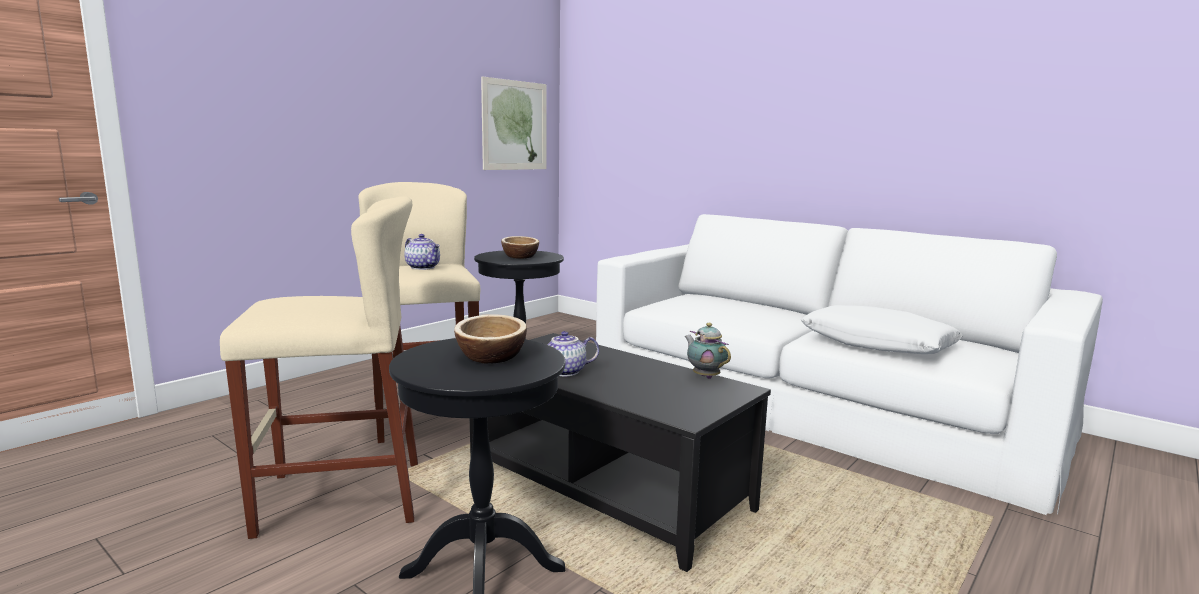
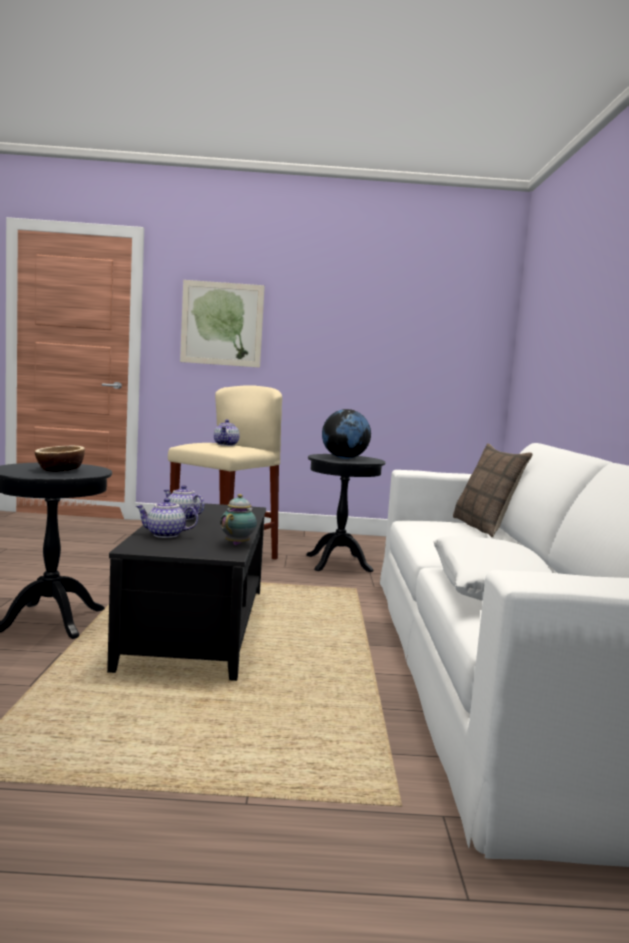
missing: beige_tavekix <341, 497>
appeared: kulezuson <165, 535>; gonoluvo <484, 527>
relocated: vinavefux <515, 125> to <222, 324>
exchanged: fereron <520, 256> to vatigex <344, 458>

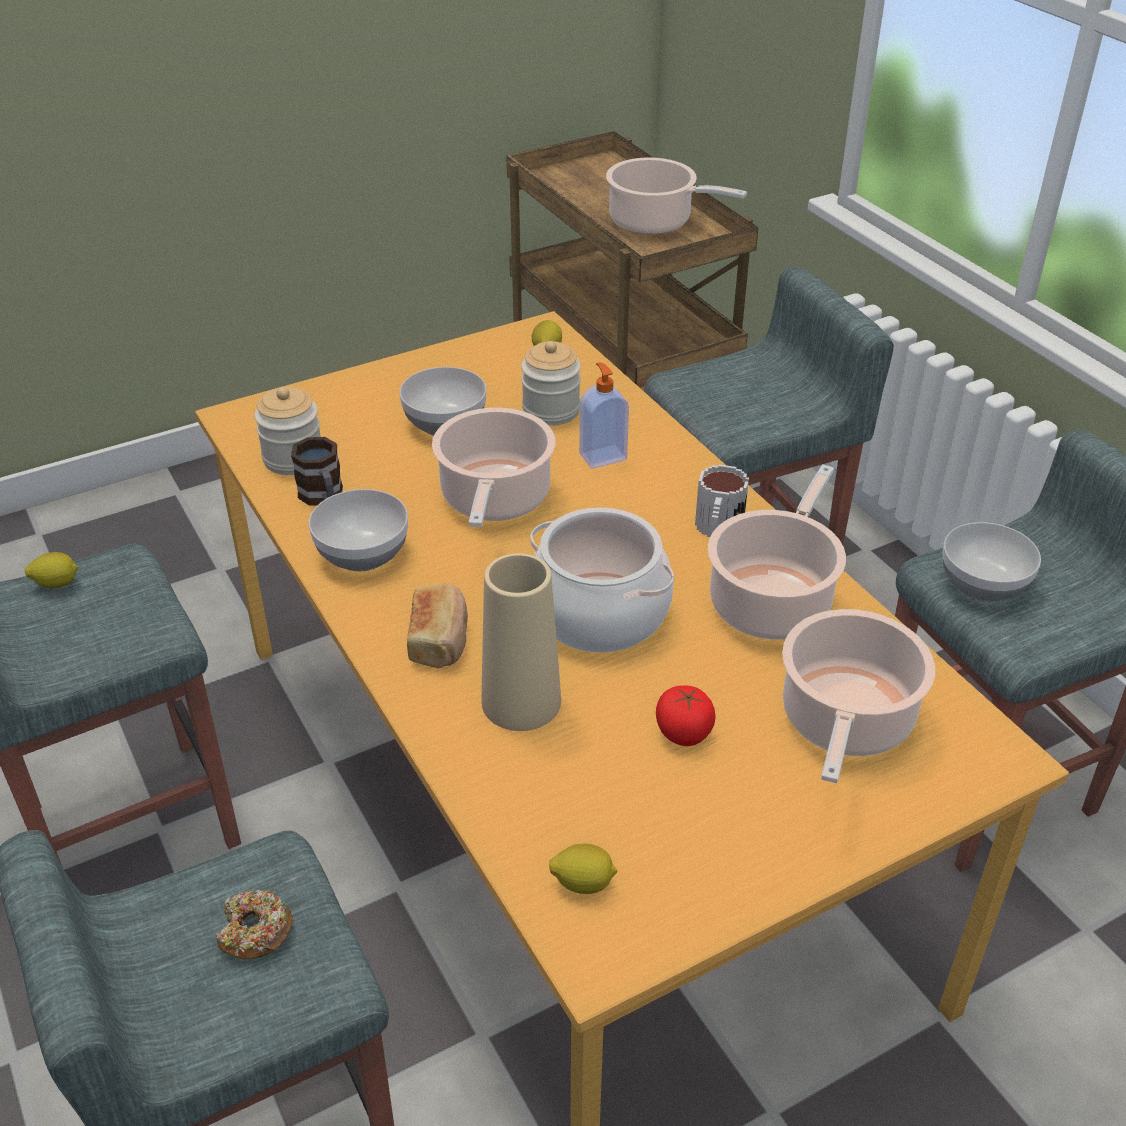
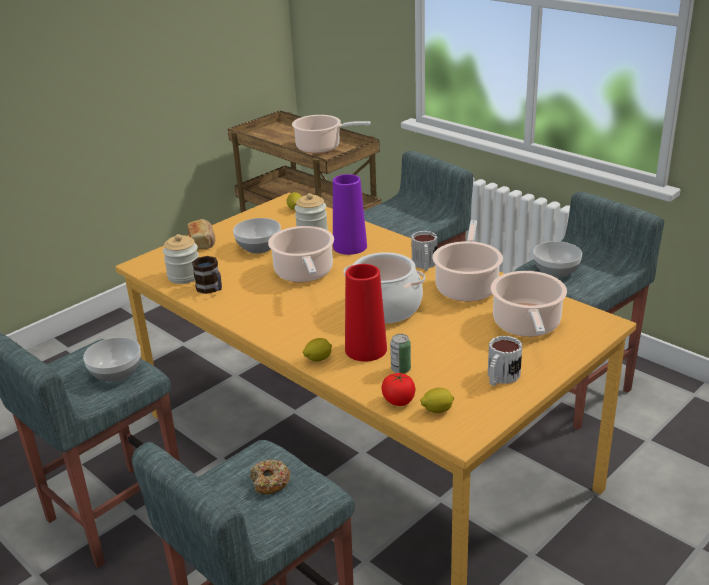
appeared: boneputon <400, 369>; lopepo <500, 378>
relocated: fereron <361, 553> to <115, 373>; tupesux <440, 639> to <203, 242>; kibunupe <57, 584> to <318, 359>; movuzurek <683, 732> to <398, 400>
exchanged: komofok <602, 456> to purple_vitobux <350, 246>
colour: beige_vitobux <521, 701> to red_vitobux <366, 349>

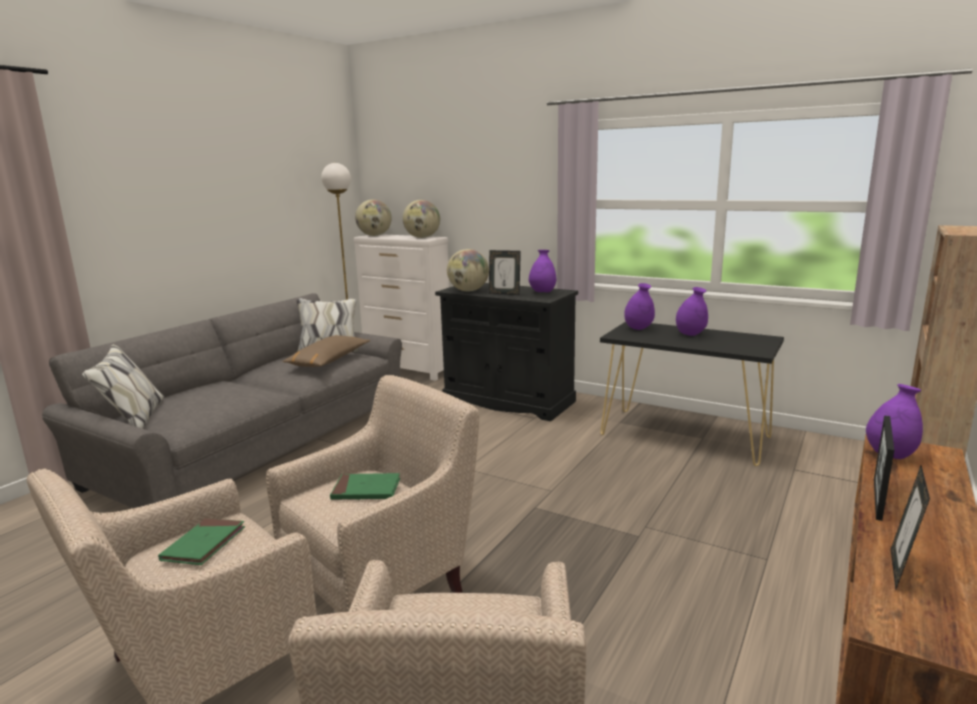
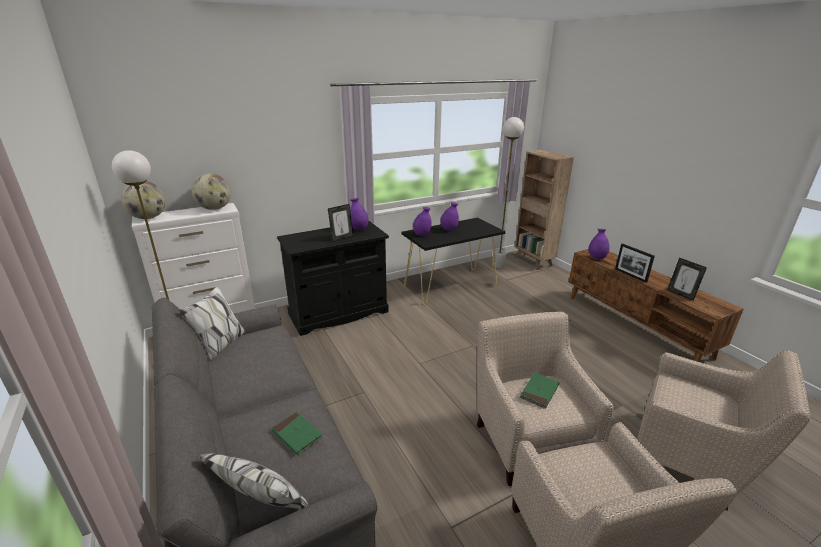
missing: brown_gonoluvo <328, 360>; vatigex <468, 291>
appeared: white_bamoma <498, 265>
relocated: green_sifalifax <204, 544> to <297, 434>

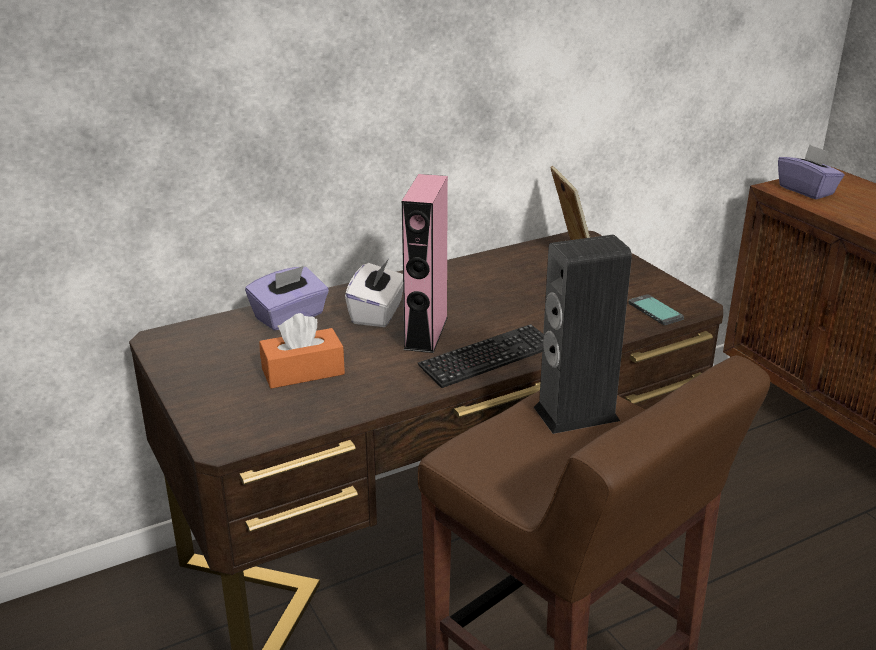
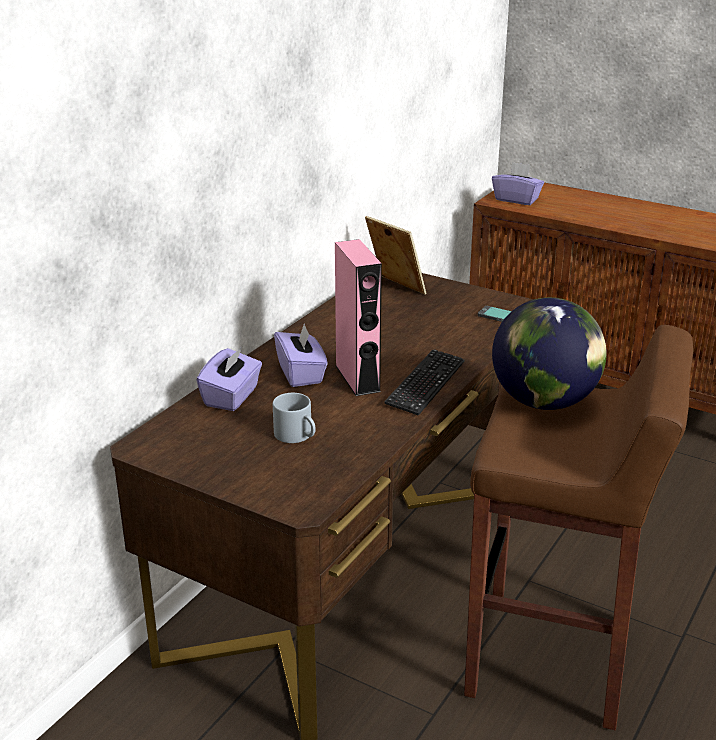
exchanged: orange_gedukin <303, 372> to grey_lopepo <298, 435>; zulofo <576, 414> to vatigex <544, 402>
colour: white_gedukin <378, 313> to purple_gedukin <301, 374>

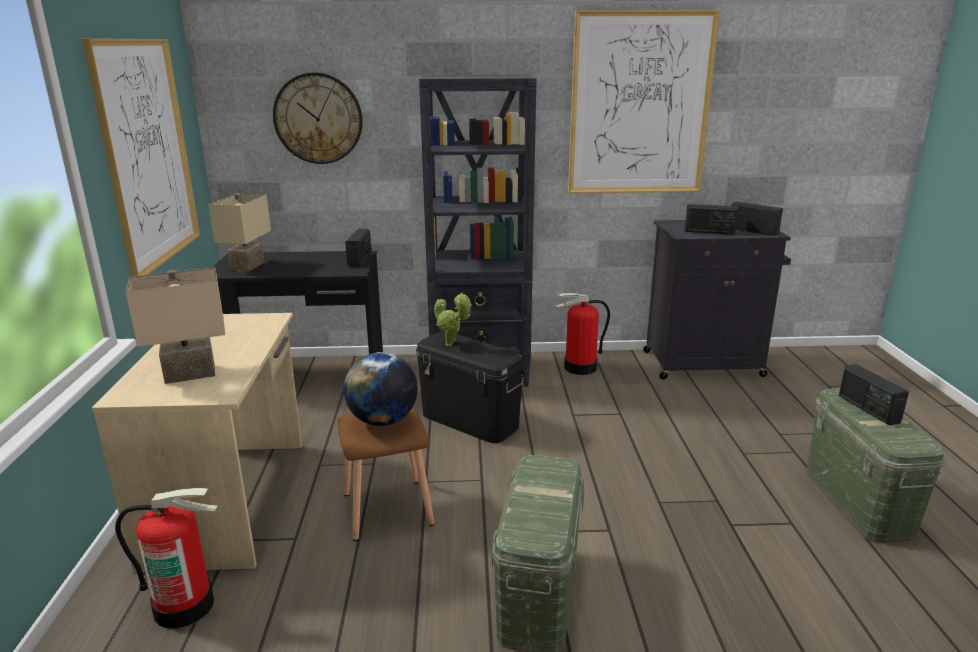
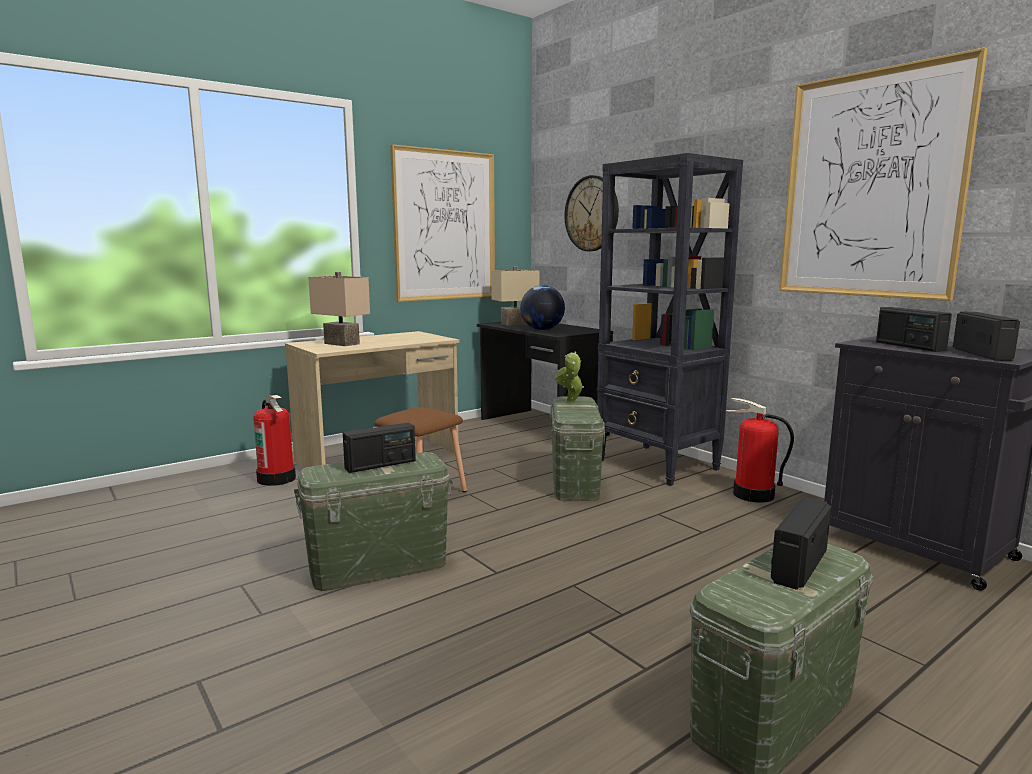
relocated: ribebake <360, 259> to <380, 465>; vatigex <383, 421> to <542, 330>
colour: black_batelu <469, 420> to green_batelu <574, 482>

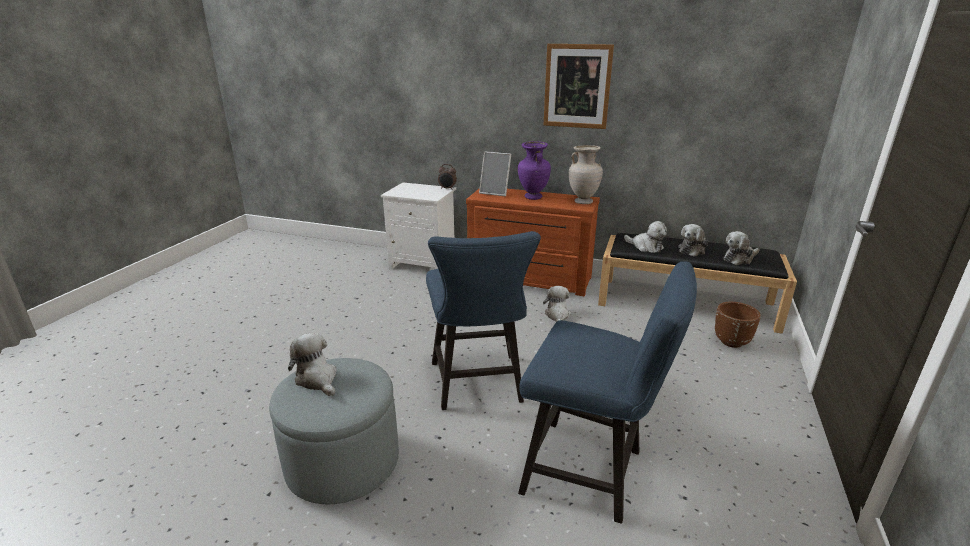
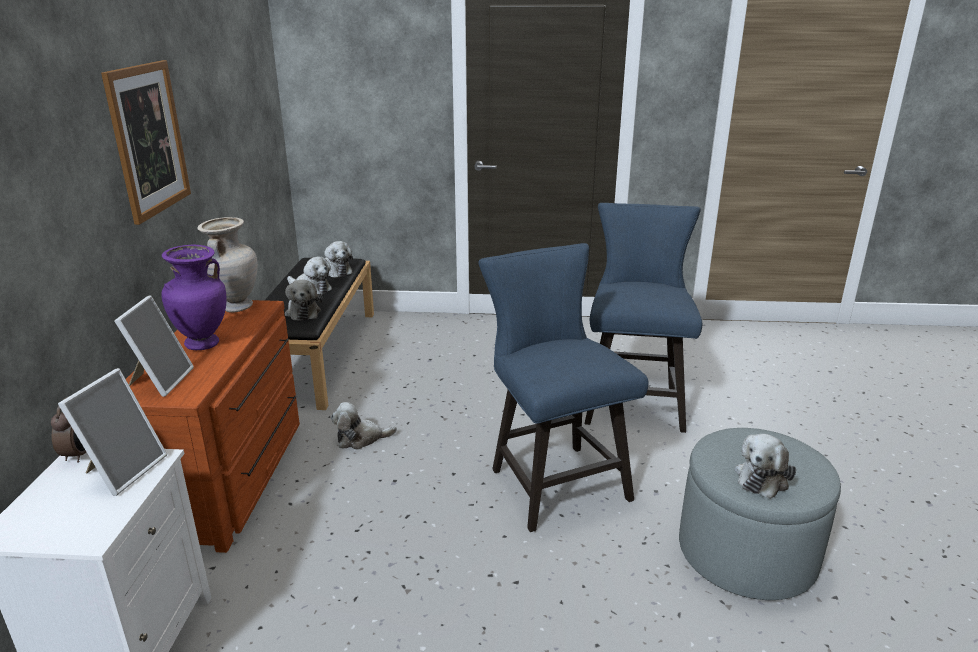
missing: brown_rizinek <731, 342>
appeared: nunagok <123, 470>
spun: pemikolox <646, 247> = <303, 312> 135 degrees clockwise; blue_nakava <478, 386> = <553, 479> 90 degrees counterclockwise

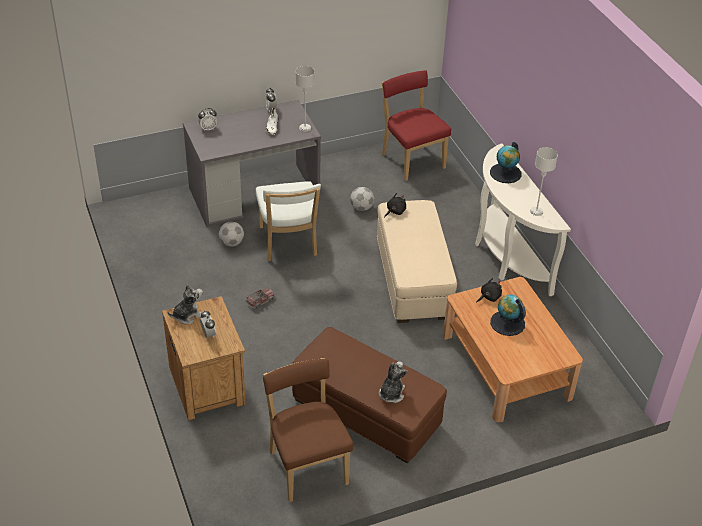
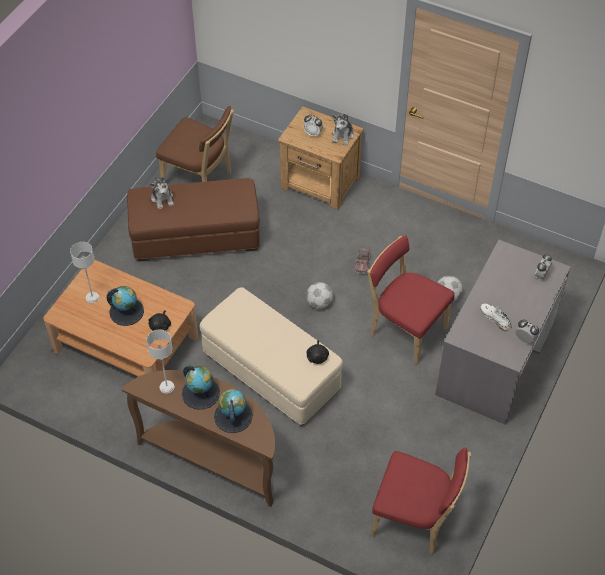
appeared: vatigex <201, 393>
relocated: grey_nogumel <305, 128> to <92, 298>; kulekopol <362, 208> to <319, 303>
colour: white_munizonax <506, 256> to brown_munizonax <213, 458>; white_nakava <288, 243> to red_nakava <405, 329>

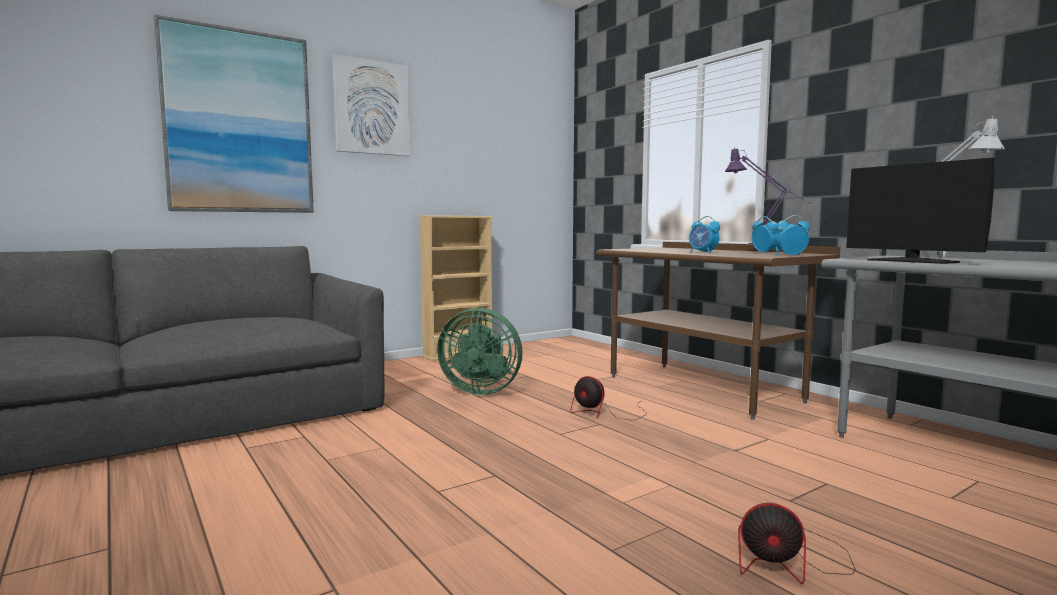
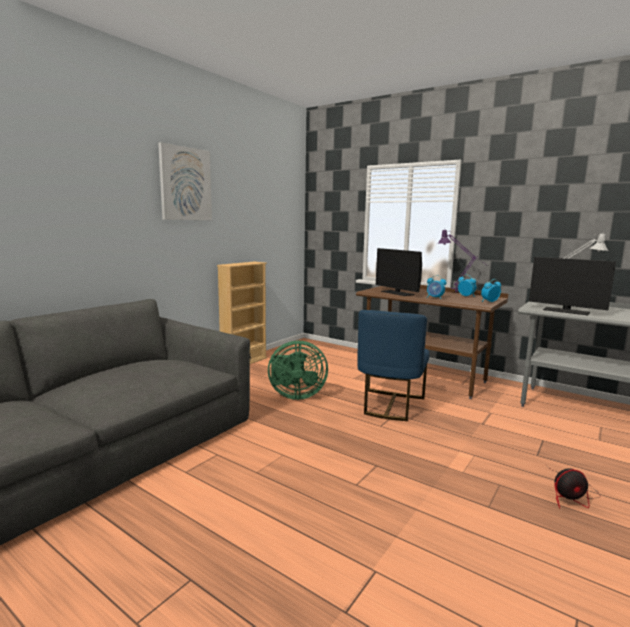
missing: vinavefux <239, 122>
appeared: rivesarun <397, 293>
exchanged: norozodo <605, 413> to blue_nakava <390, 405>

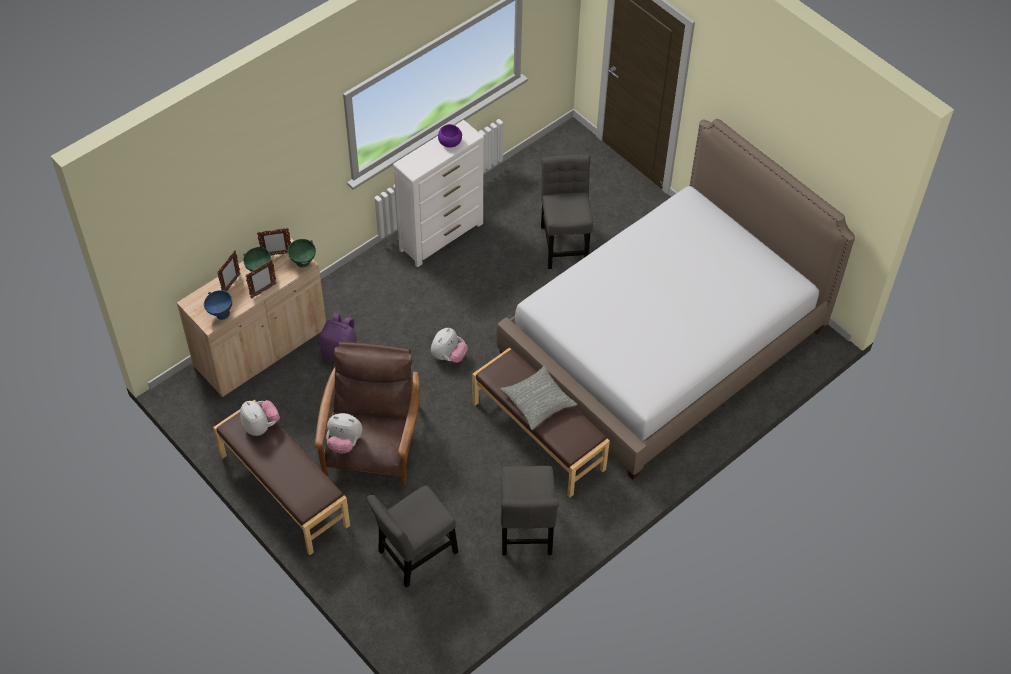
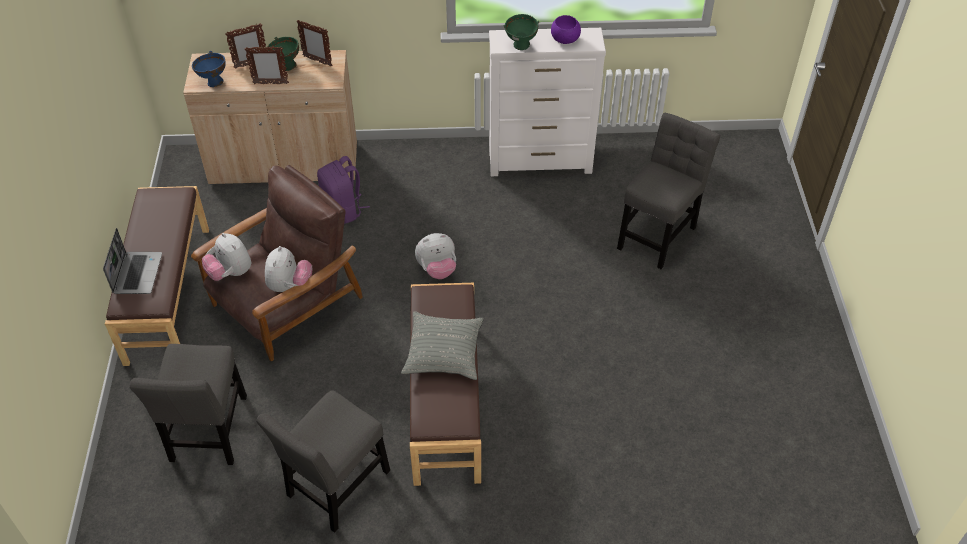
missing: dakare <663, 343>
appeared: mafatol <137, 273>
relocated: pemikolox <261, 426> to <290, 285>; green_fereron <304, 263> to <521, 46>
spun: grey_nakava <414, 555> = <209, 433> 90 degrees counterclockwise

